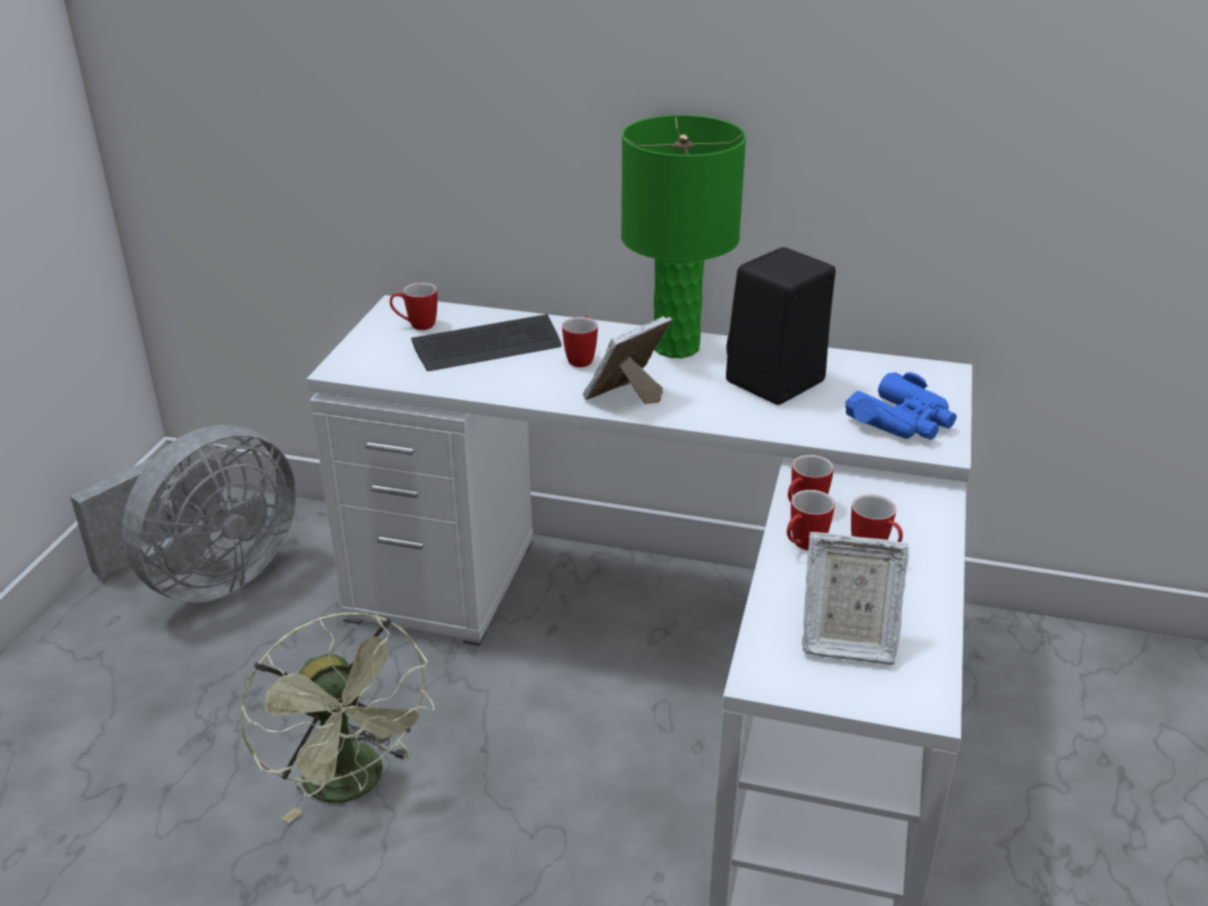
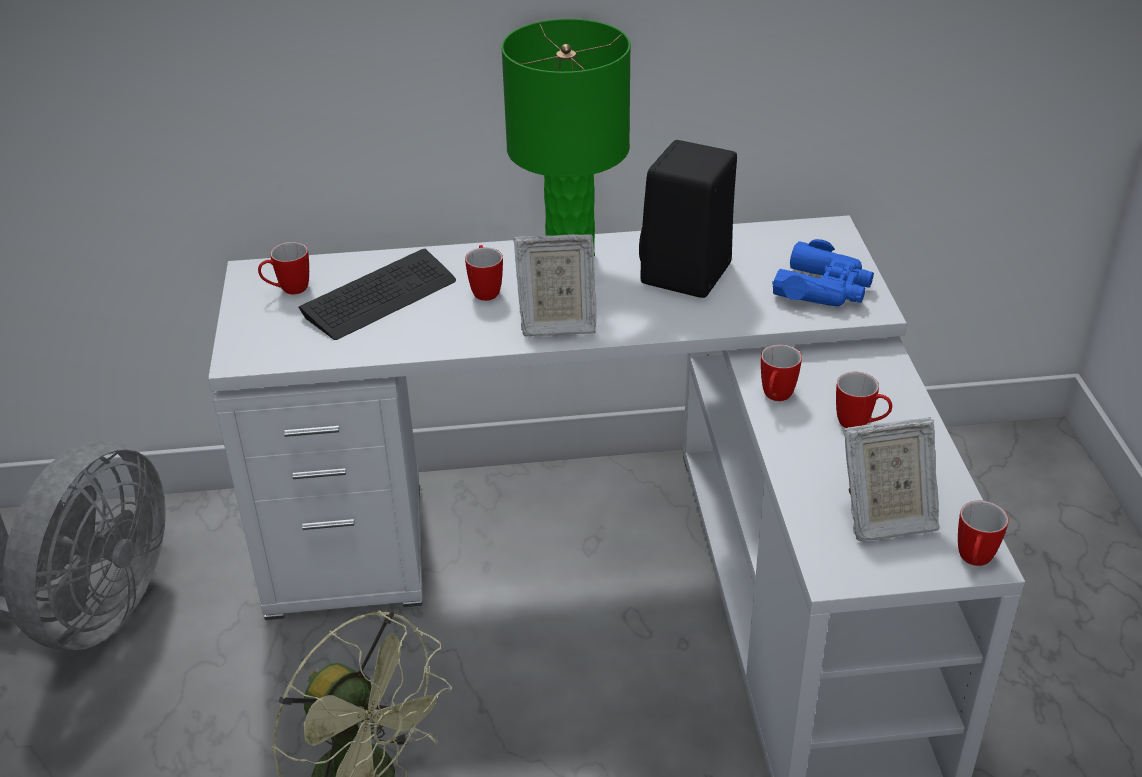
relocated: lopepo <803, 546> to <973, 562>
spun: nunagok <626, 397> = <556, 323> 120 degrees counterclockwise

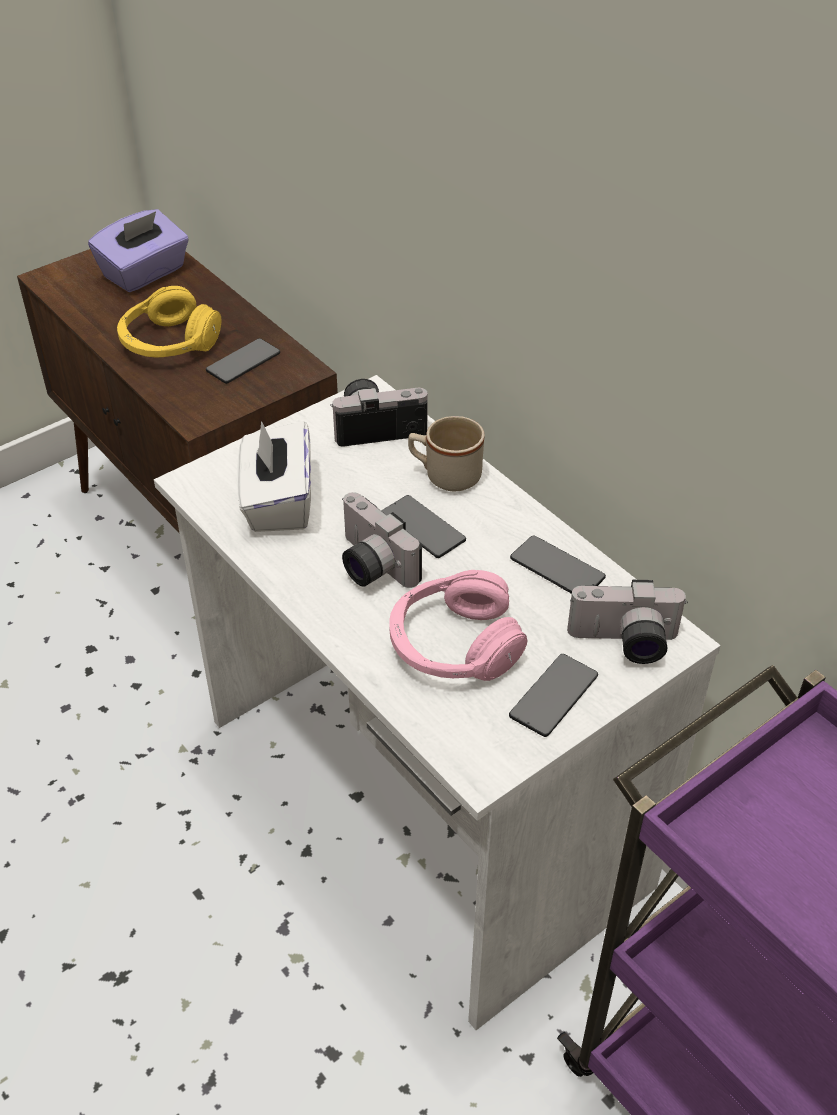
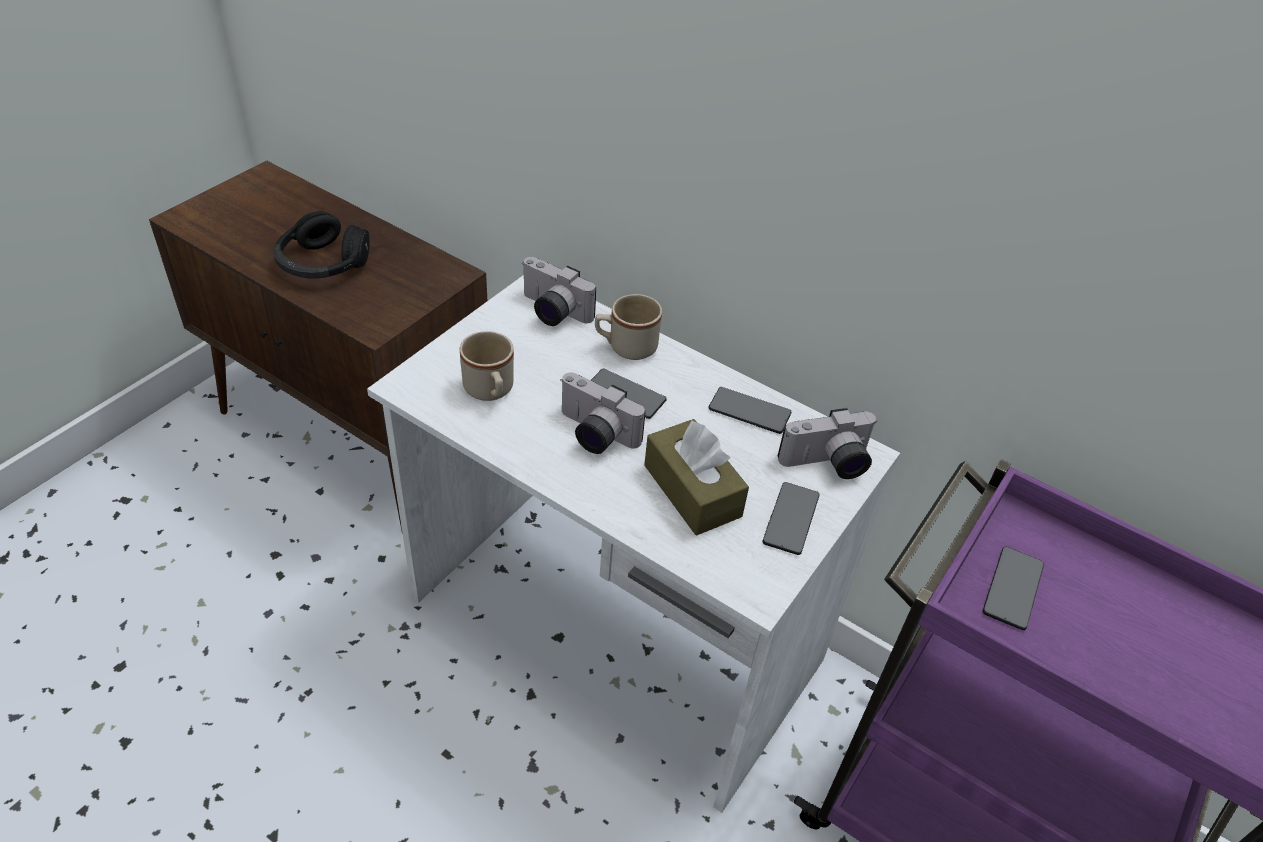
missing: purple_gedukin <145, 273>
relocated: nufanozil <243, 362> to <1012, 588>
exchanged: white_gedukin <278, 502> to beige_lopepo <490, 392>; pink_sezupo <453, 644> to brown_gedukin <692, 490>
colour: yellow_sezupo <169, 343> to black_sezupo <322, 264>
spun: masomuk <378, 425> = <551, 312> 120 degrees counterclockwise

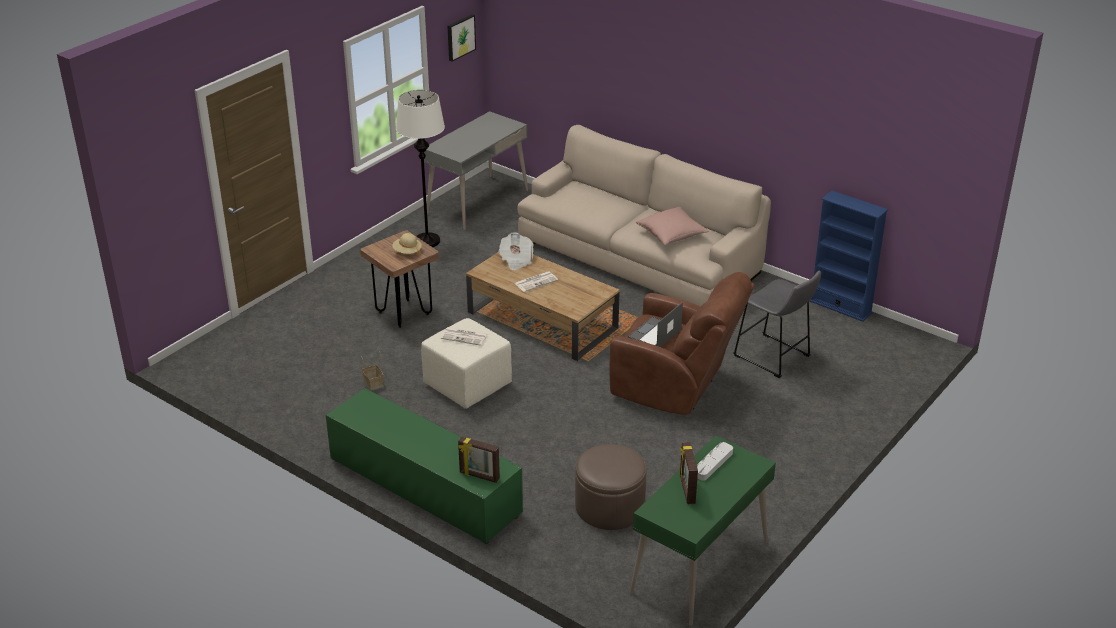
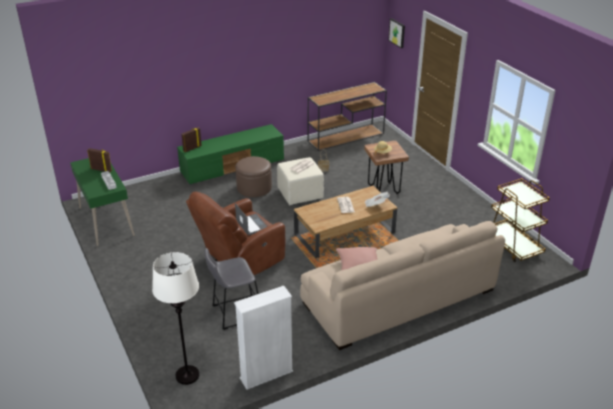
appeared: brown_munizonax <346, 137>
relocated: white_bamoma <427, 241> to <187, 375>; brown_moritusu <609, 507> to <254, 188>; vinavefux <460, 37> to <397, 33>
exchanged: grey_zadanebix <477, 202> to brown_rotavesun <512, 246>
colour: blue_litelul <840, 307> to white_litelul <266, 375>

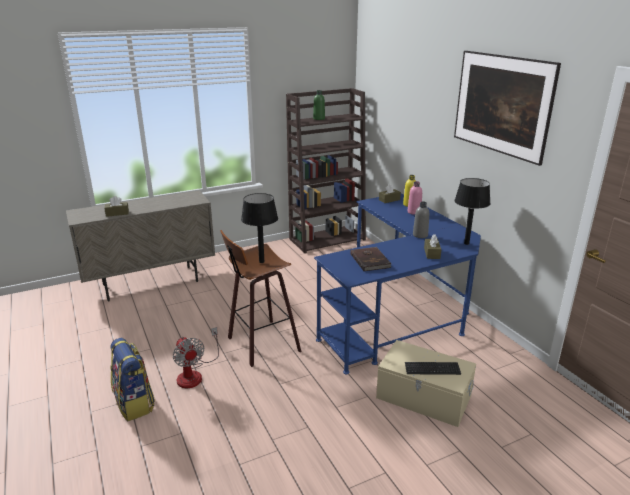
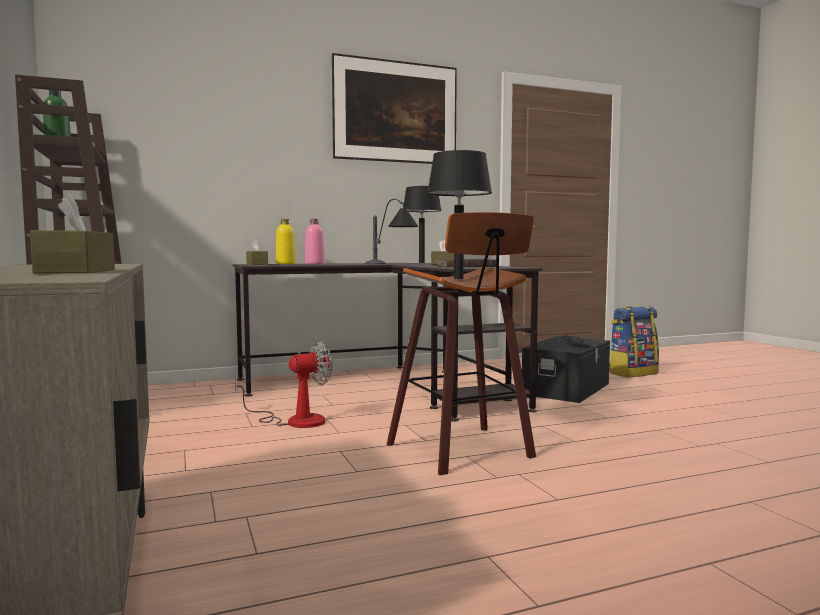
relocated: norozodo <194, 374> to <294, 420>; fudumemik <135, 403> to <632, 373>
exchanged: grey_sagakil <420, 235> to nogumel <392, 264>
colour: blue_zadanebix <399, 312> to black_zadanebix <387, 386>; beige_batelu <423, 397> to black_batelu <568, 389>

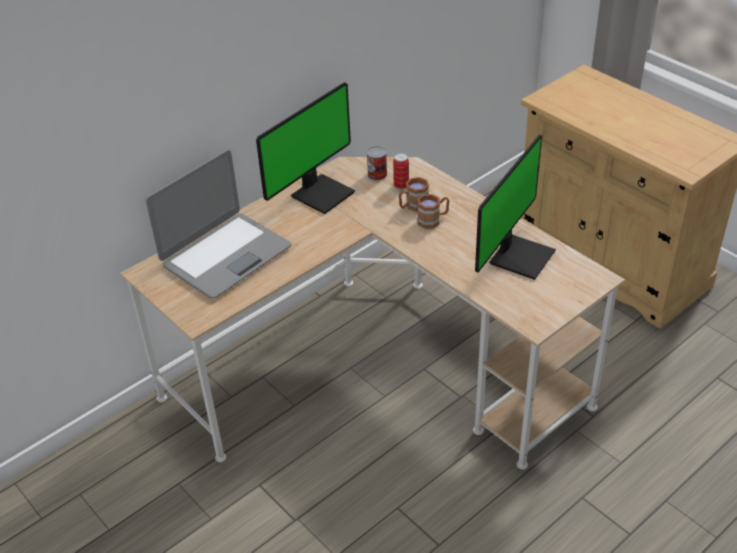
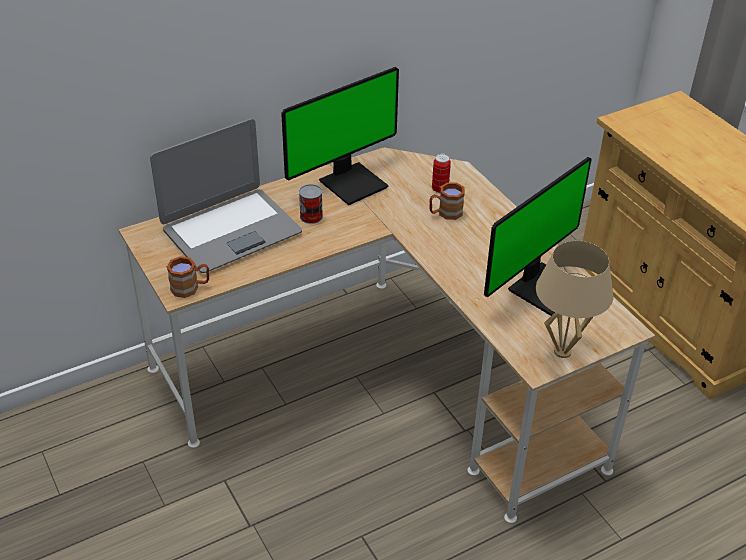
appeared: beige_nogumel <562, 351>
relocated: brown_lopepo <433, 220> to <190, 287>; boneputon <377, 174> to <311, 216>

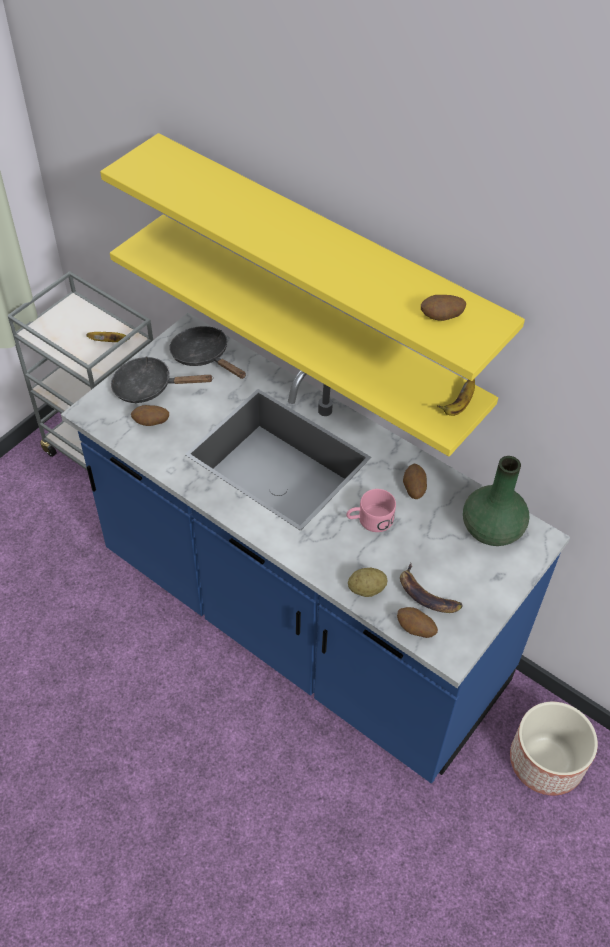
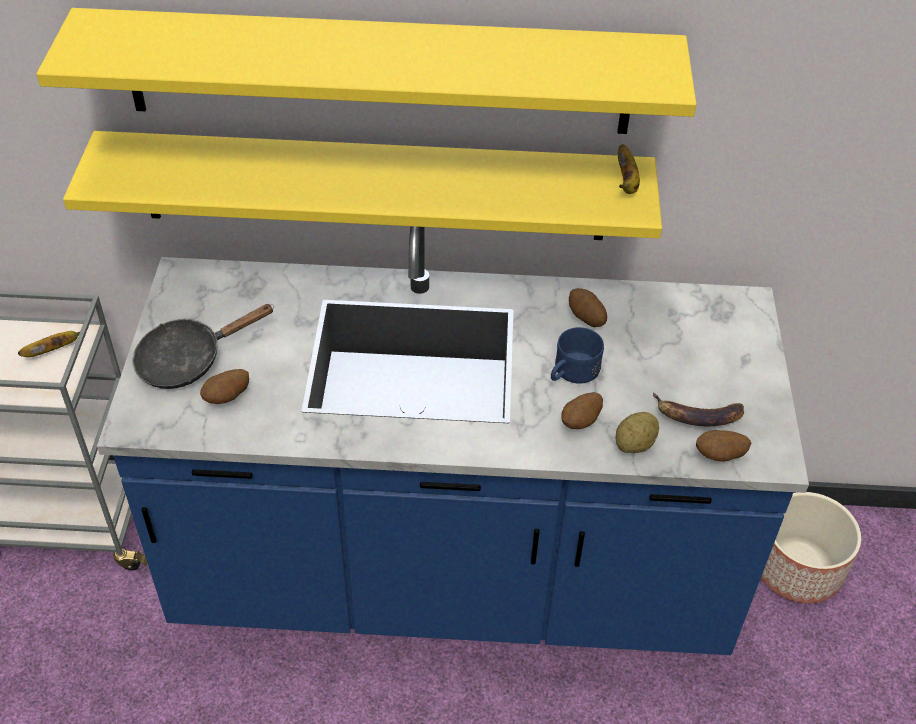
missing: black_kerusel <204, 357>; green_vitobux <491, 529>
relocated: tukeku <441, 318> to <581, 422>
colour: pink_lopepo <369, 520> to blue_lopepo <571, 373>

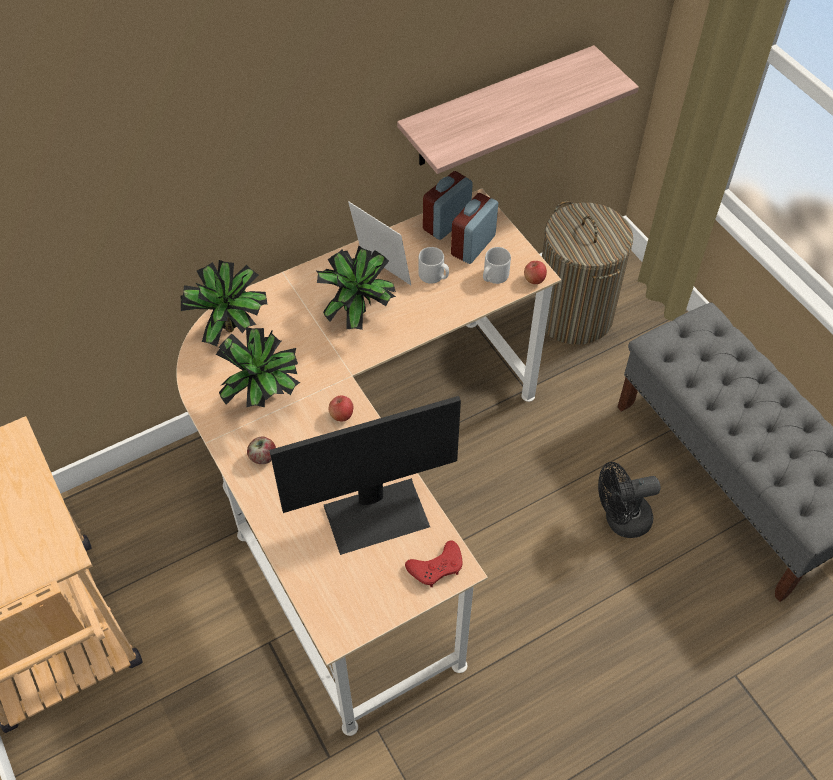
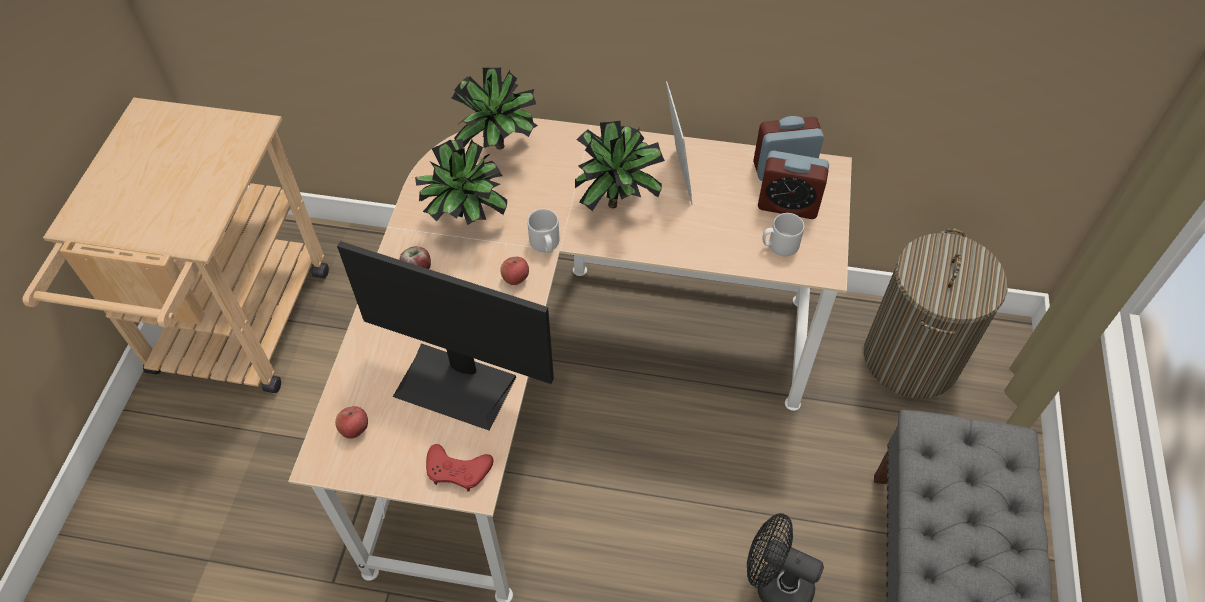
missing: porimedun <496, 108>
relocated: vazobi <534, 279> to <355, 429>; grey_lopepo <434, 276> to <545, 244>
spun: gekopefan <473, 245> = <788, 205> 150 degrees counterclockwise

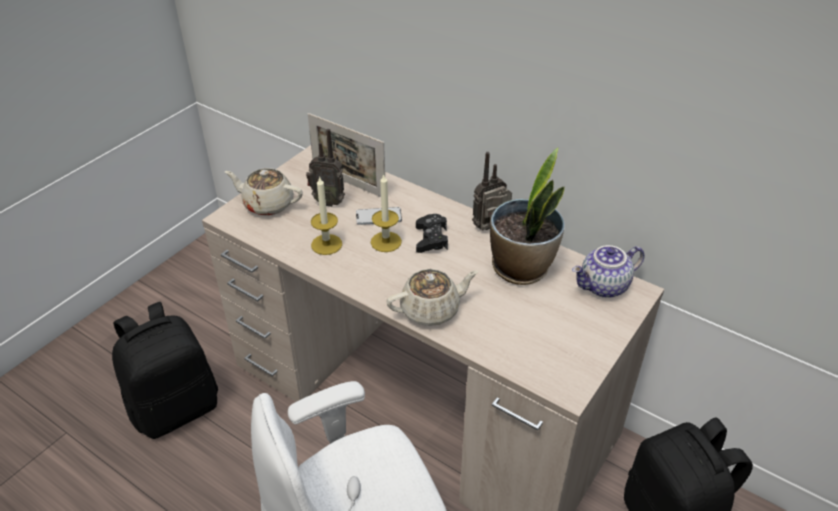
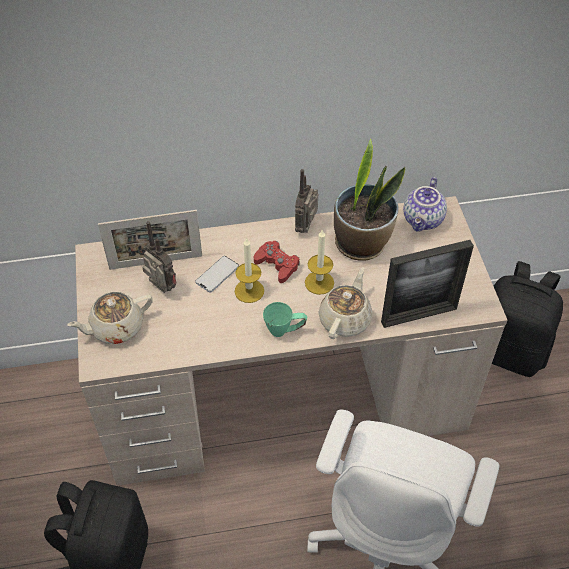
appeared: green_lopepo <285, 331>; nunagok <419, 315>
relocated: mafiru <326, 244> to <319, 282>
colour: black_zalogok <431, 239> to red_zalogok <277, 265>
spun: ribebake <328, 201> = <161, 289> 105 degrees counterclockwise

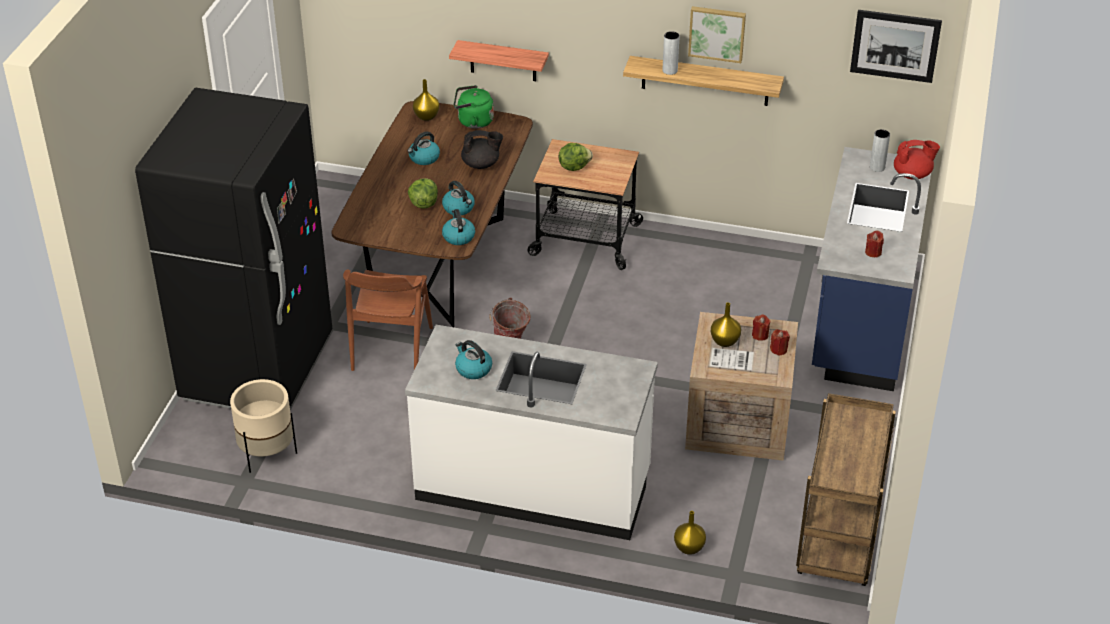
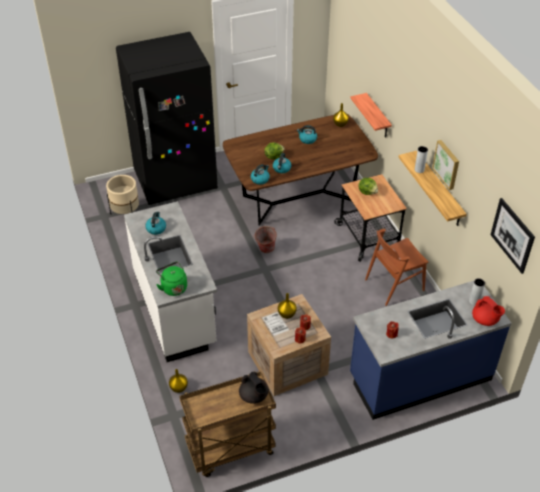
relocated: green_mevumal <473, 121> to <173, 287>; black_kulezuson <481, 164> to <254, 396>; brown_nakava <391, 348> to <394, 285>

